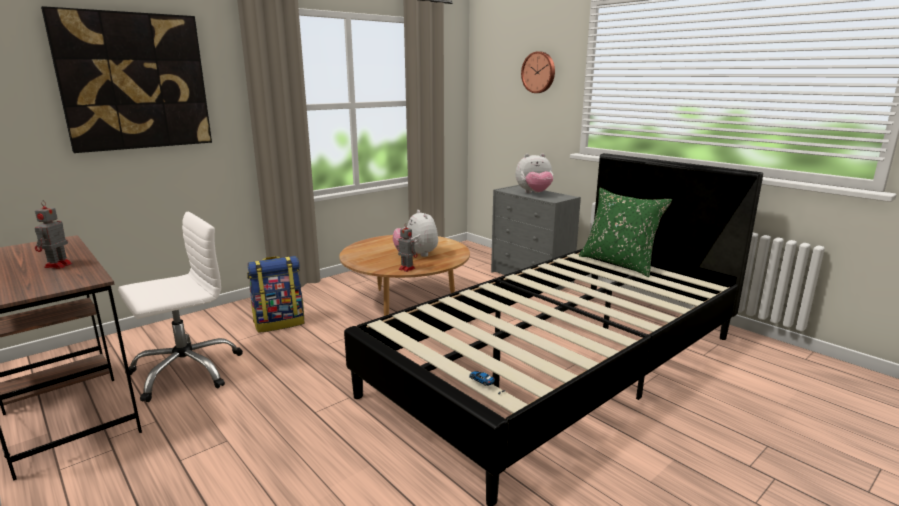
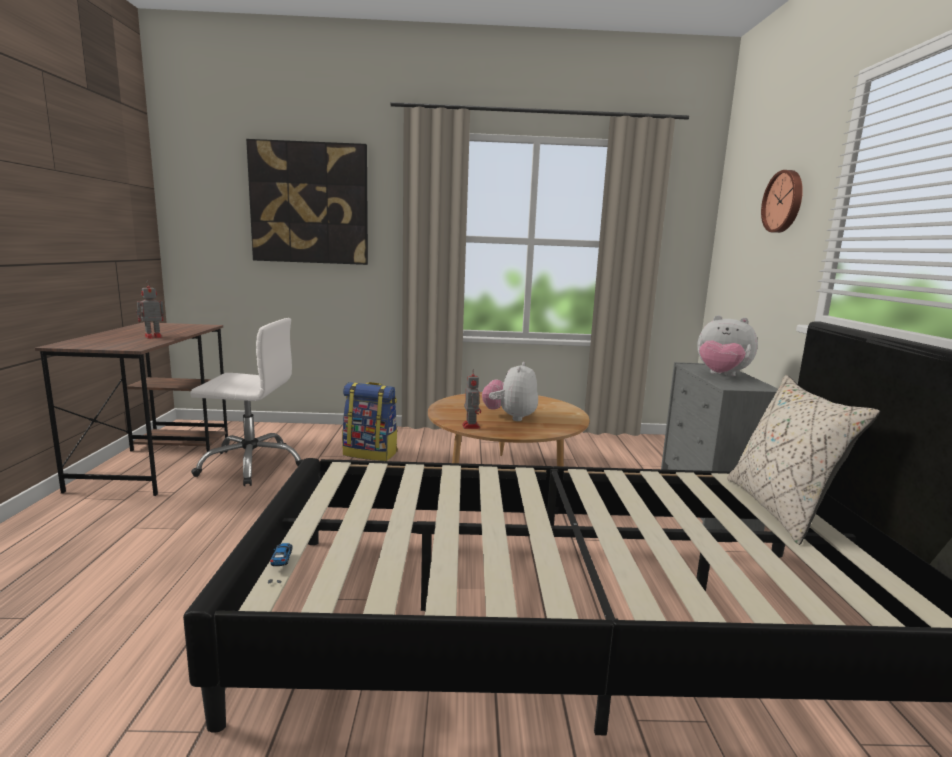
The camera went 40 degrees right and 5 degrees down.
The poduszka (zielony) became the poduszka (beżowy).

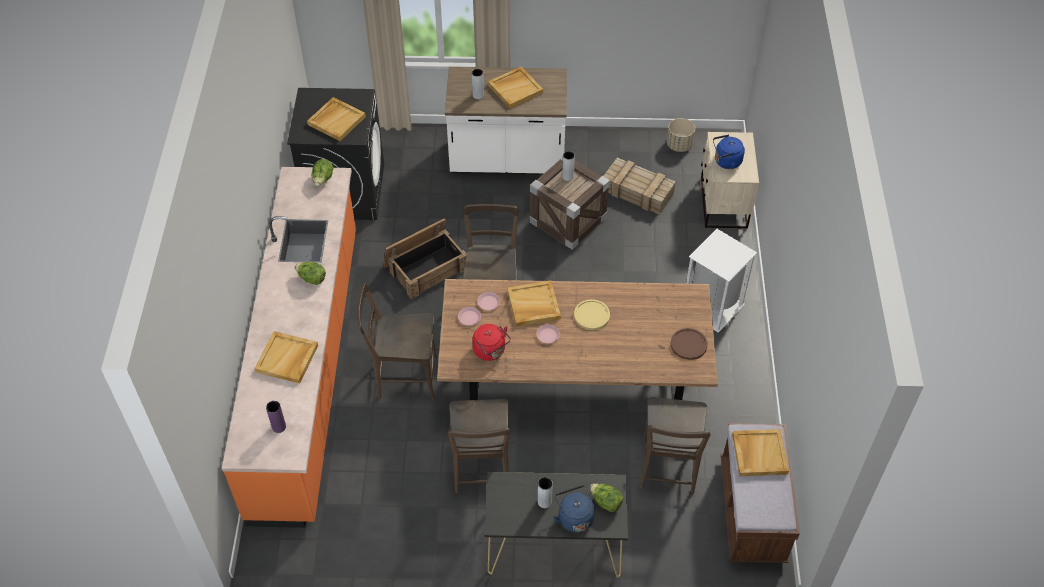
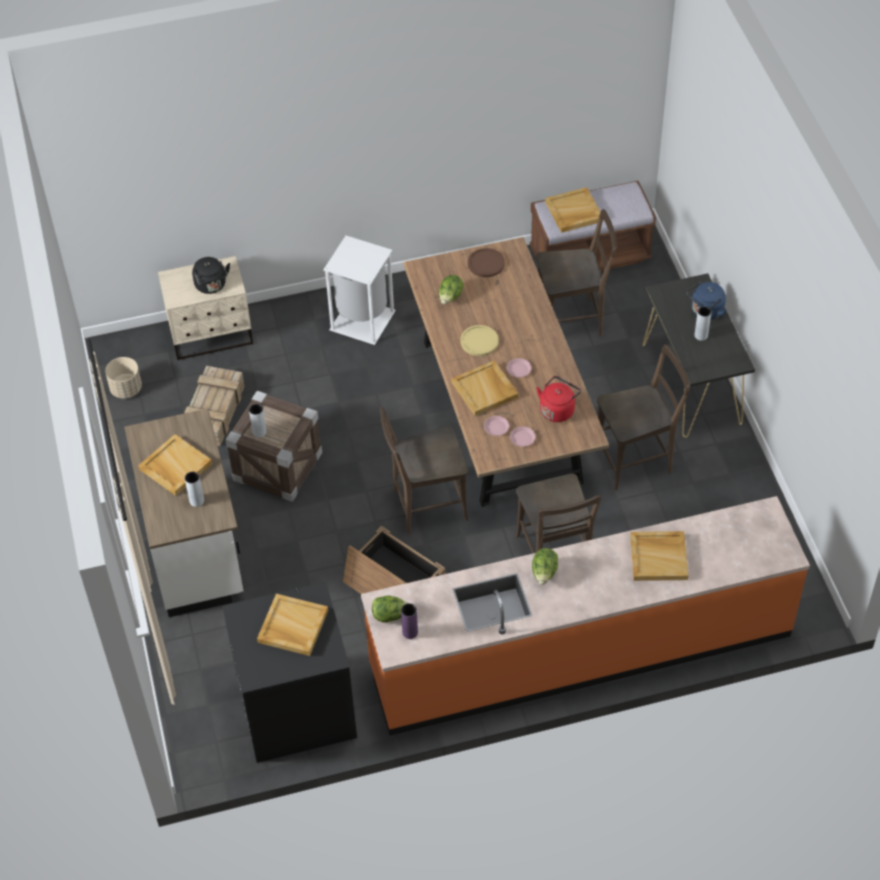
The camera went 105 degrees left and 0 degrees up.
The czajnik (niebieski) (2nd from left) became the czajnik (czarny).
The wazon (fioletowy) moved.
The sałata (3rd from left in the first image) moved.

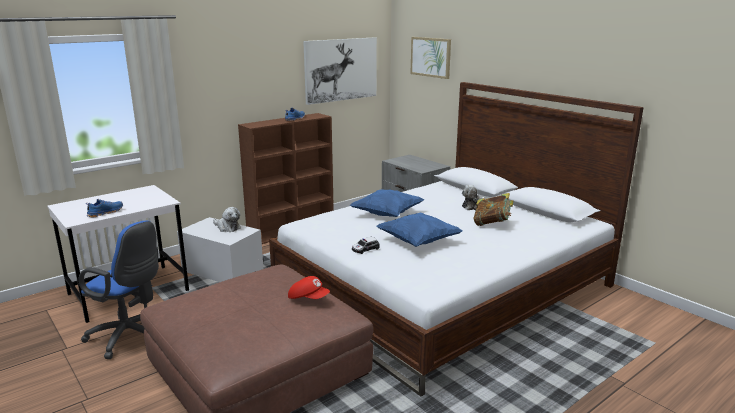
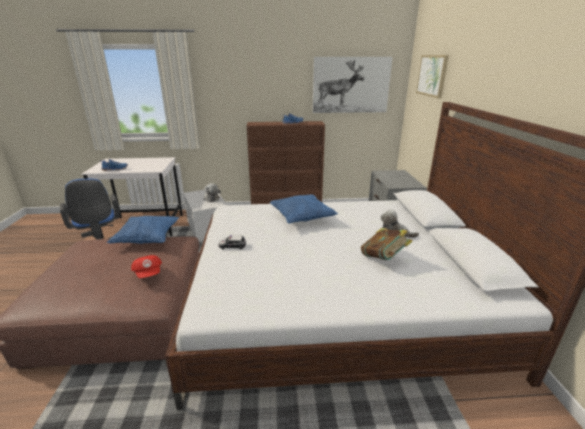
The camera went 35 degrees right and 5 degrees up.
The poduszka (niebieski) (2nd from left in the first image) moved.

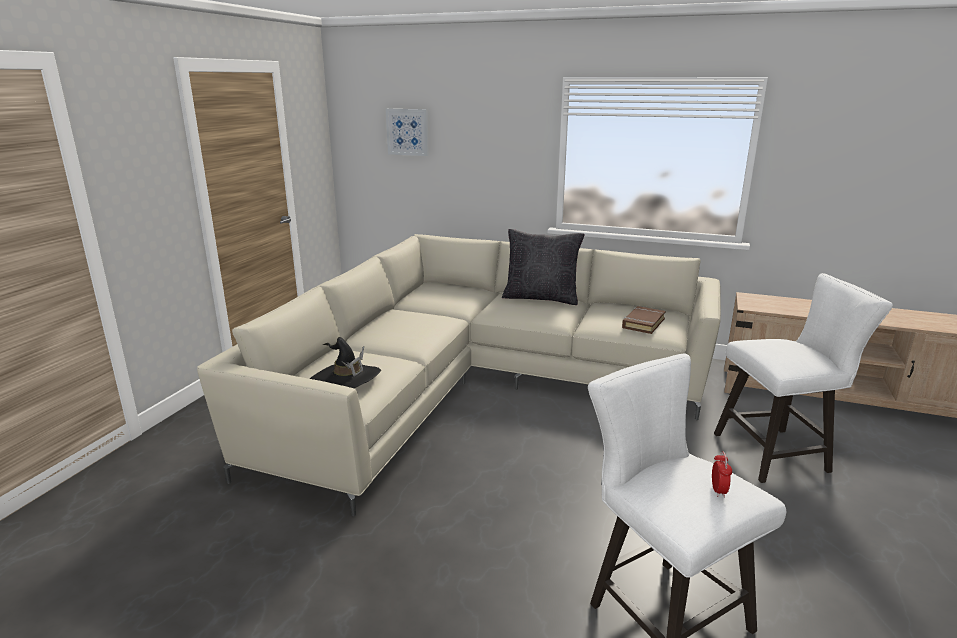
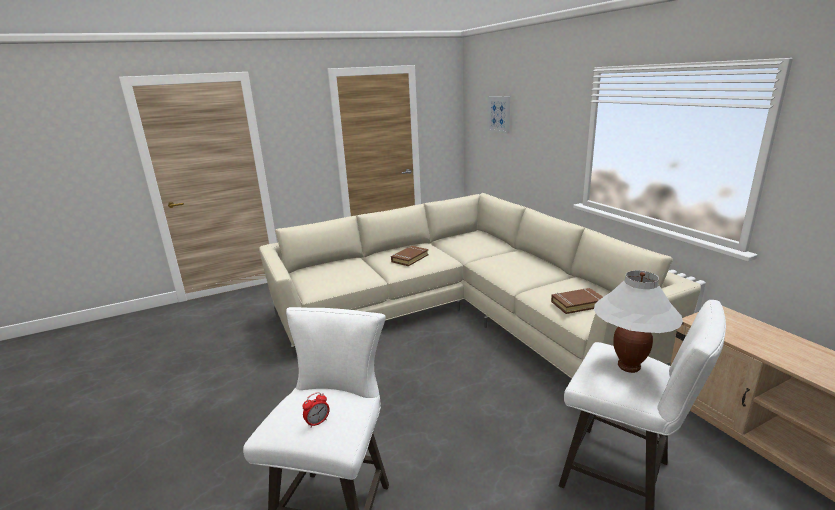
The camera went 45 degrees right and 0 degrees up.
The poduszka (czarny) disappeared.
The kapelusz (czarny) disappeared.
The książka (brązowy) (1st from left) appeared.
The lampa stołowa (biały) appeared.

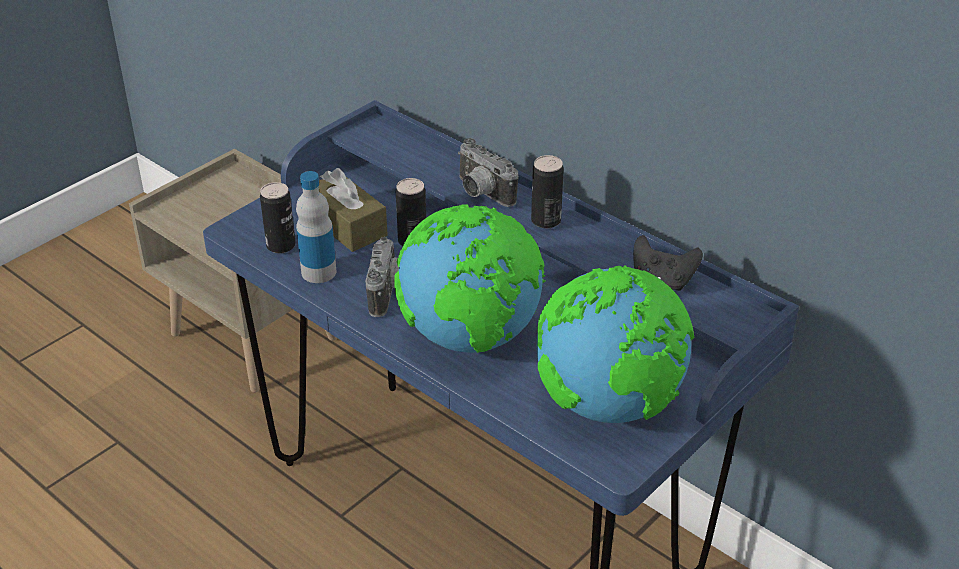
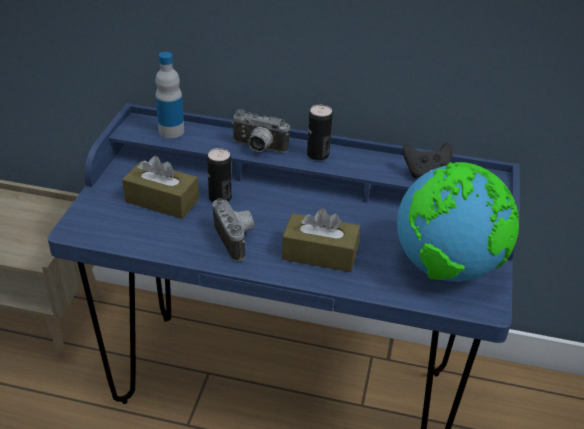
The camera went 30 degrees left and 0 degrees up.
The butelka moved.
The puszka (1st from left) disappeared.
The globus (1st from left) was replaced by the pudełko chusteczek (brązowy) (2nd from left).

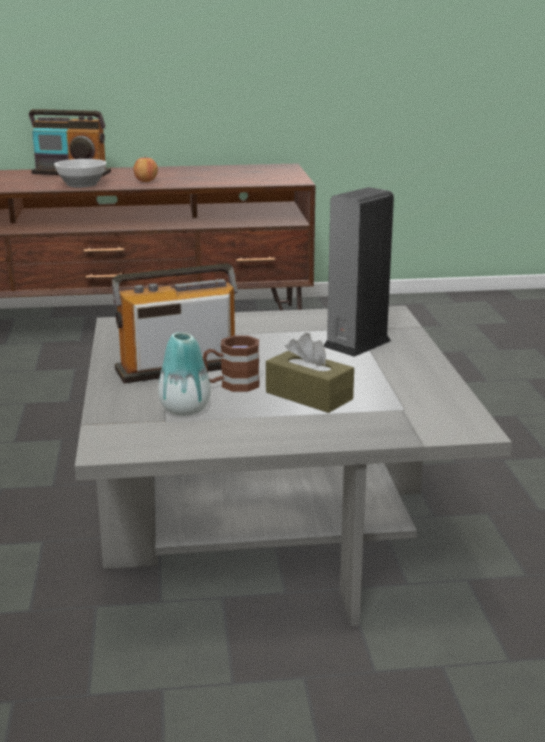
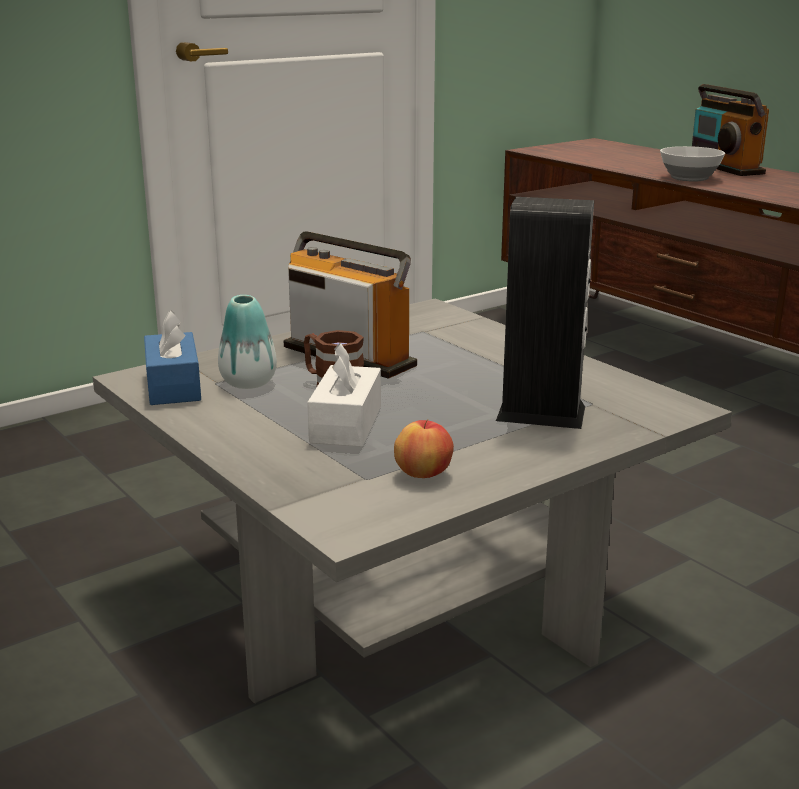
The camera went 60 degrees right and 0 degrees up.
The jabłko moved.
The pudełko chusteczek (brązowy) became the pudełko chusteczek (biały).
The pudełko chusteczek (niebieski) appeared.

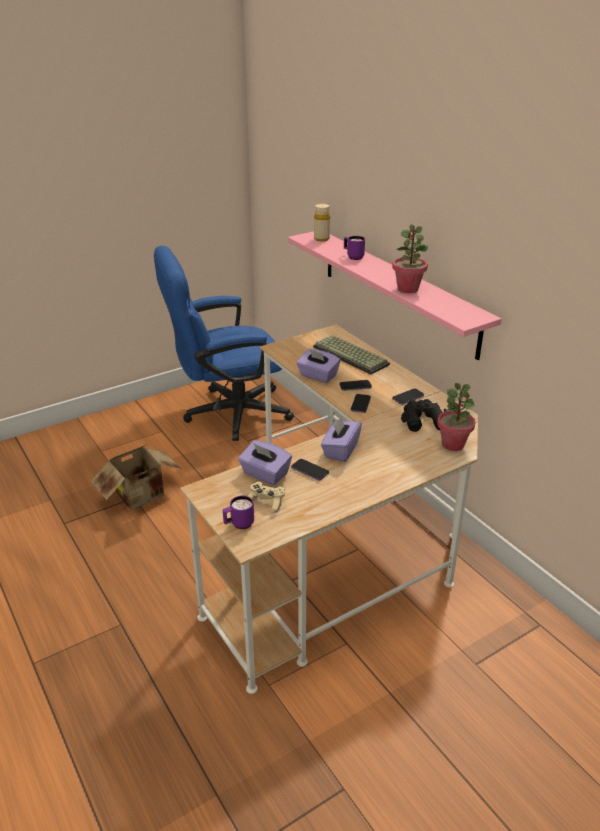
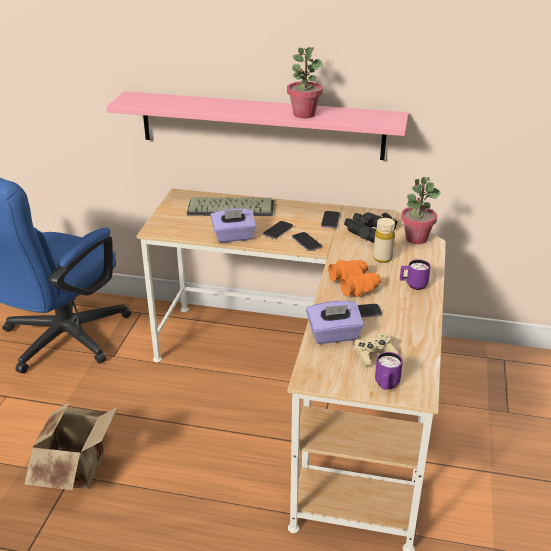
The camera went 45 degrees left and 0 degrees up.
The butelka (beżowy) moved.
The kubek (fioletowy) (2nd from left) moved.
The pudełko chusteczek (fioletowy) (3rd from left) was replaced by the lornetka (pomarańczowy).

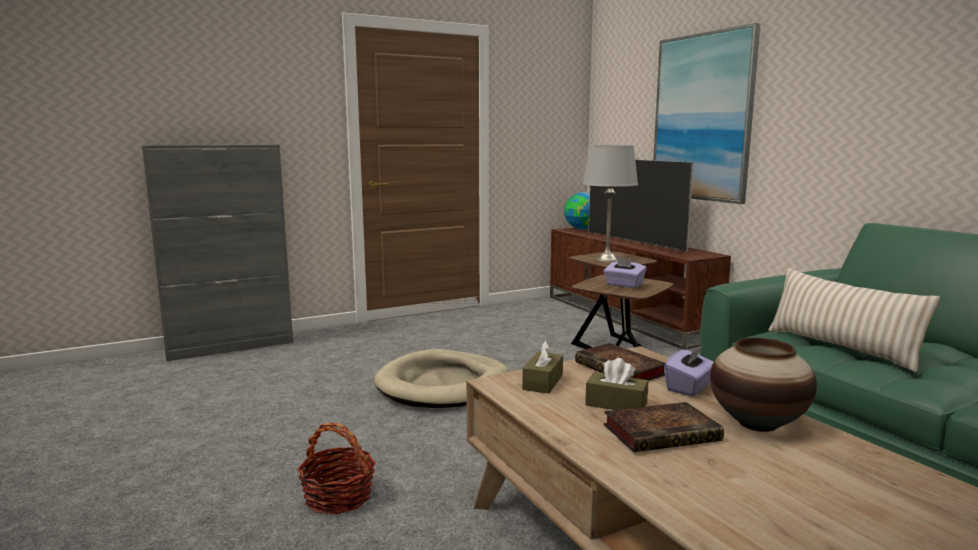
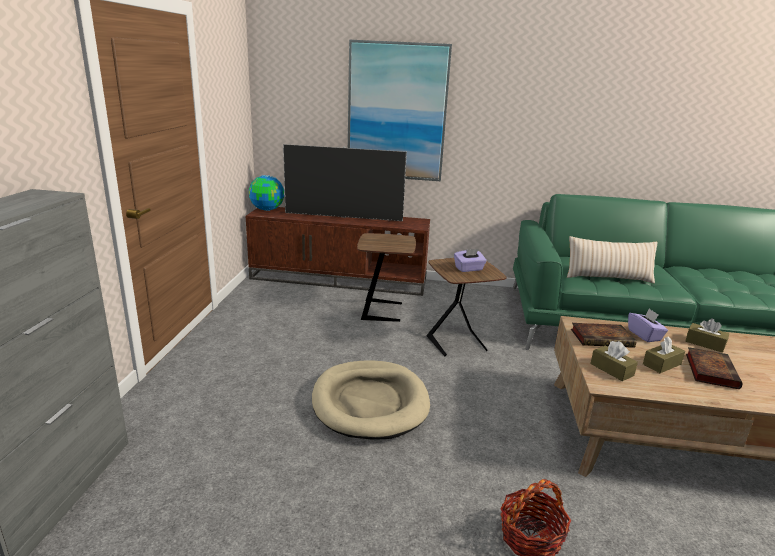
The camera went 55 degrees left and 10 degrees up.
The lampa stołowa (szary) disappeared.
The wazon was replaced by the pudełko chusteczek (brązowy) (3rd from left).

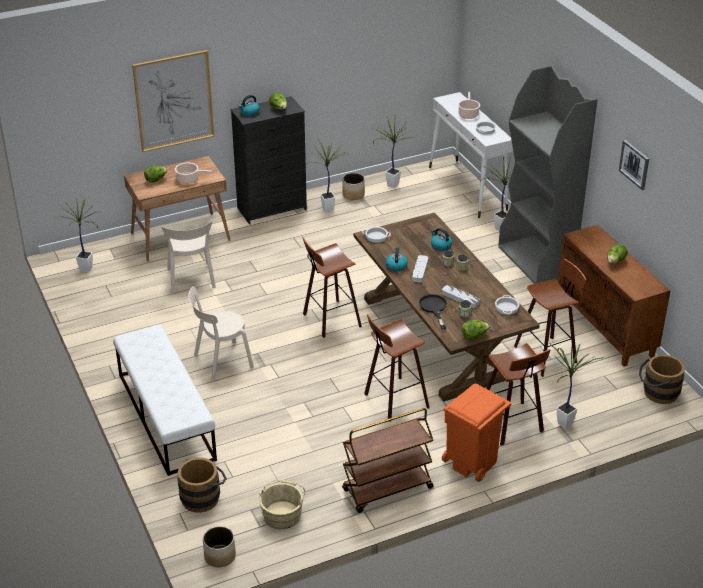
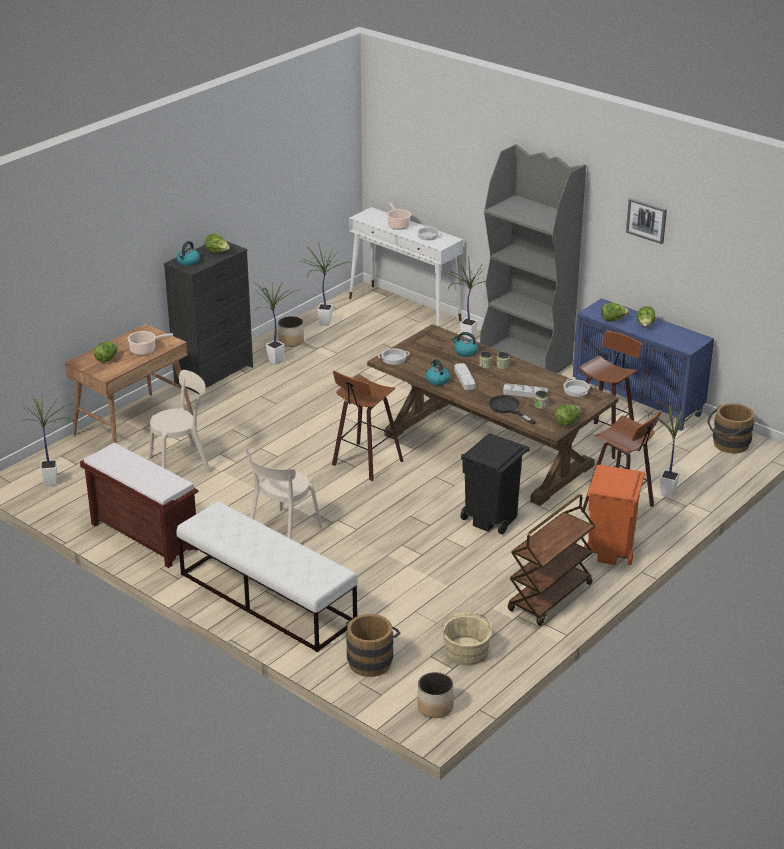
The camera went 25 degrees left and 5 degrees down.
The obraz (1st from left) disappeared.
The krzesło (beżowy) (1st from left) turned 75 degrees counterclockwise.
The szafka (brązowy) became the szafka (niebieski).
The stołek (2nd from left) was replaced by the kosz na śmieci (czarny).
The sałata (4th from left) appeared.
The ławka (brązowy) appeared.

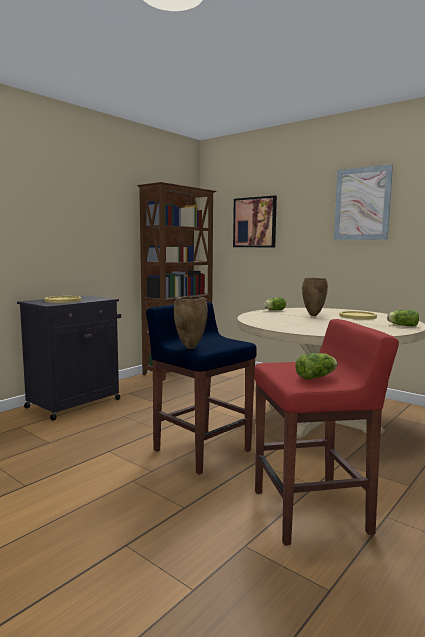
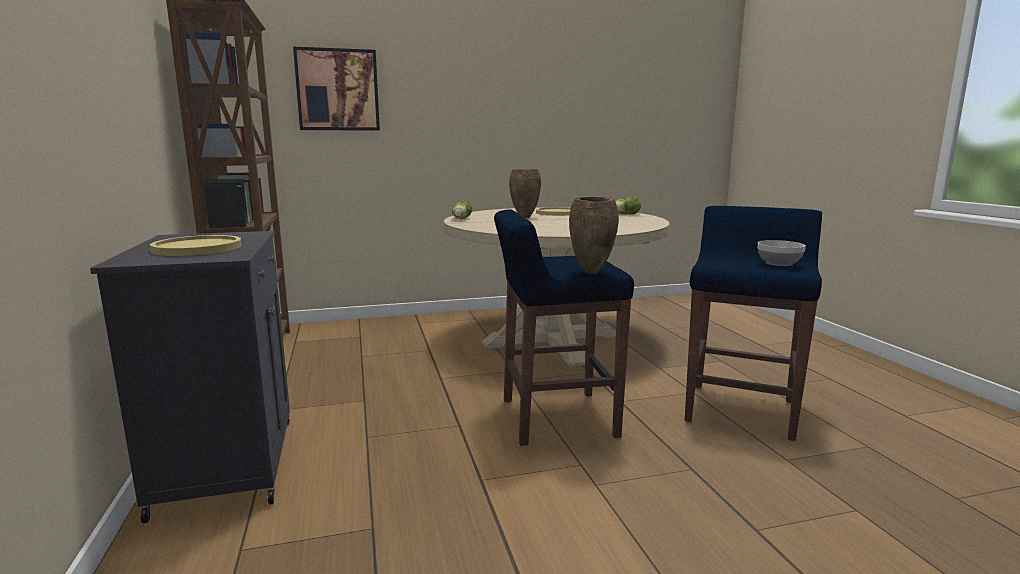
The camera went 55 degrees left and 5 degrees up.
The obraz (2nd from left) disappeared.
The stołek (czerwony) became the stołek (niebieski) (2nd from left).
The sałata (2nd from left) was replaced by the miska.

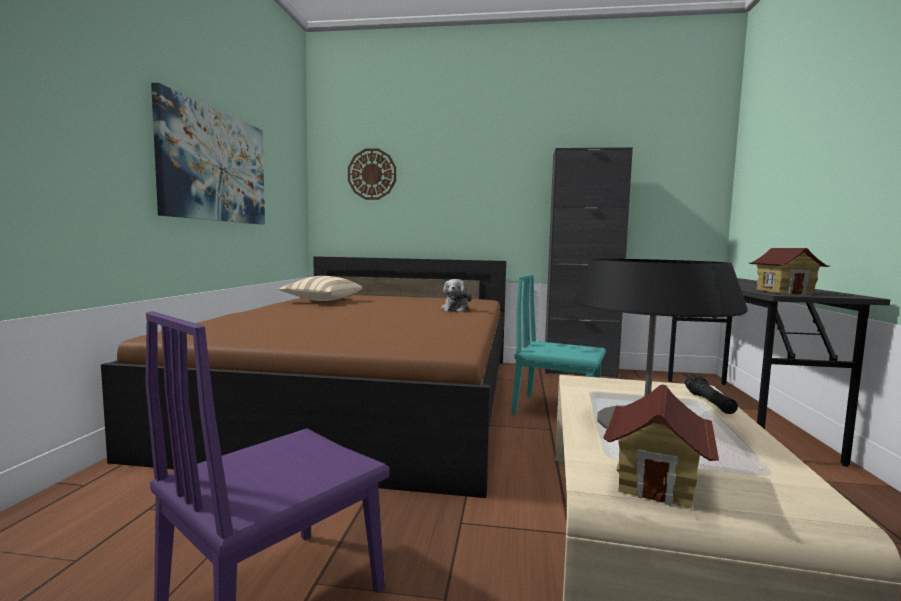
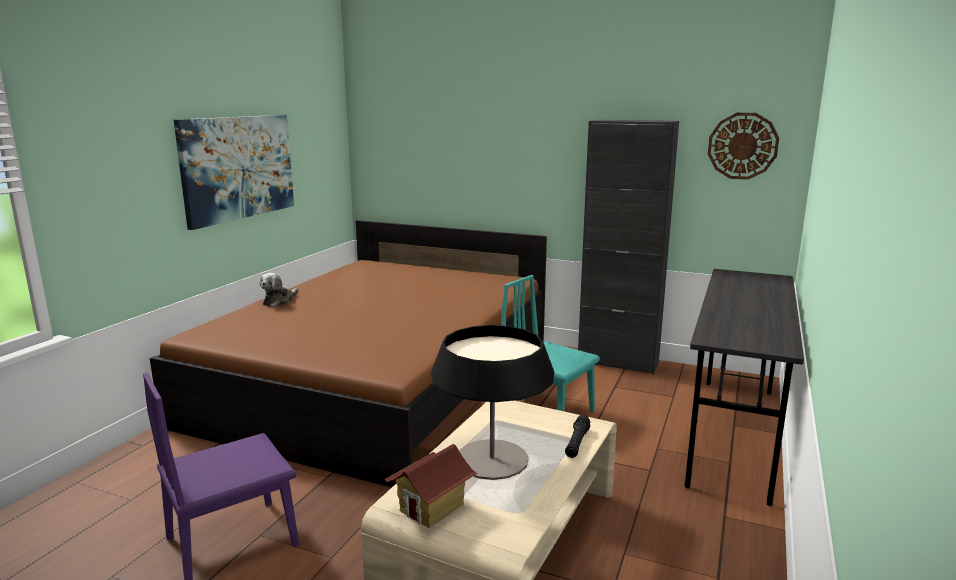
The camera went 15 degrees right and 10 degrees up.
The zegar ścienny moved.
The domek (2nd from left) disappeared.
The poduszka (beżowy) disappeared.
The pluszak moved.

